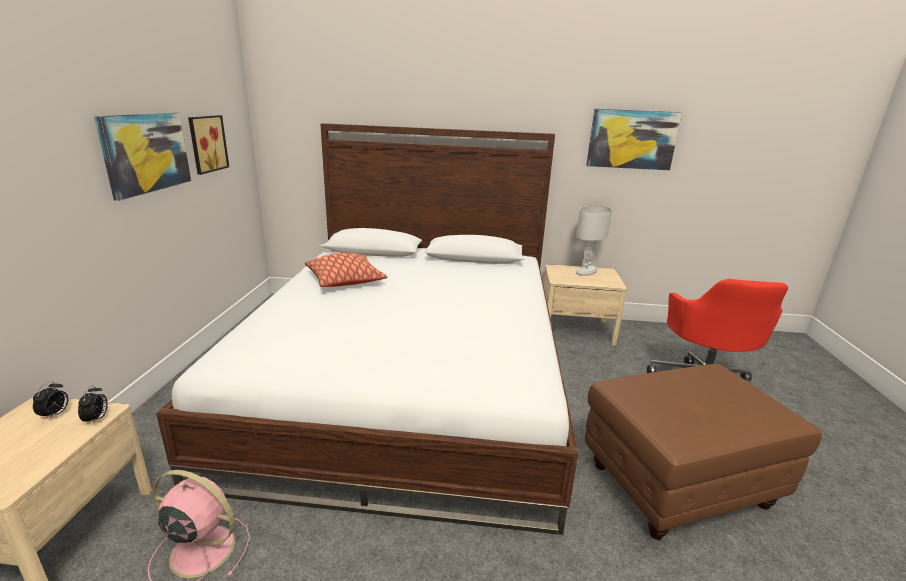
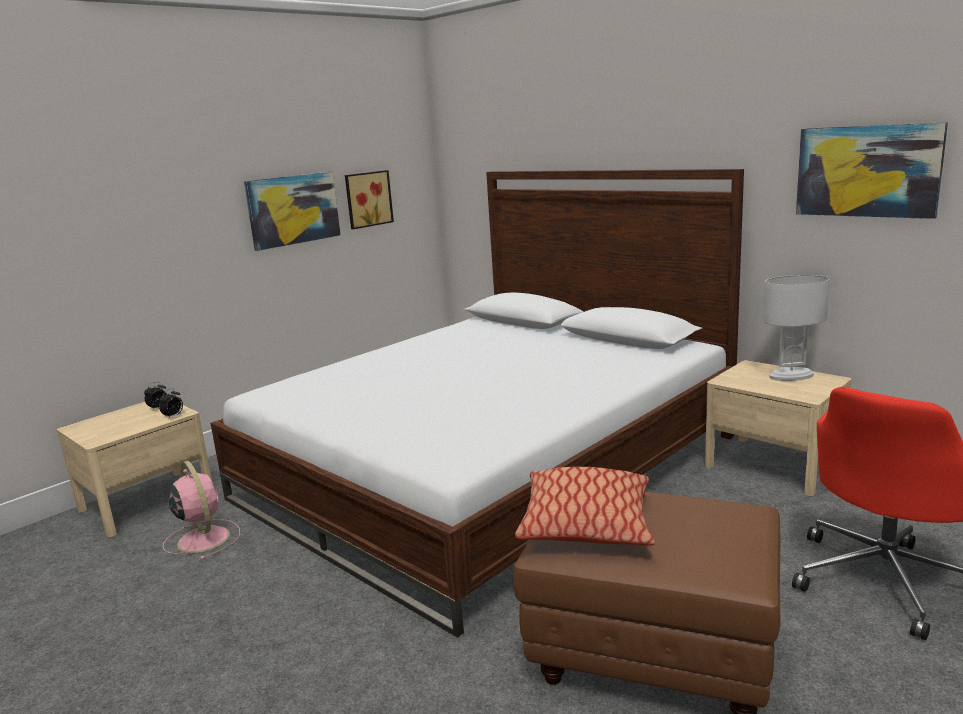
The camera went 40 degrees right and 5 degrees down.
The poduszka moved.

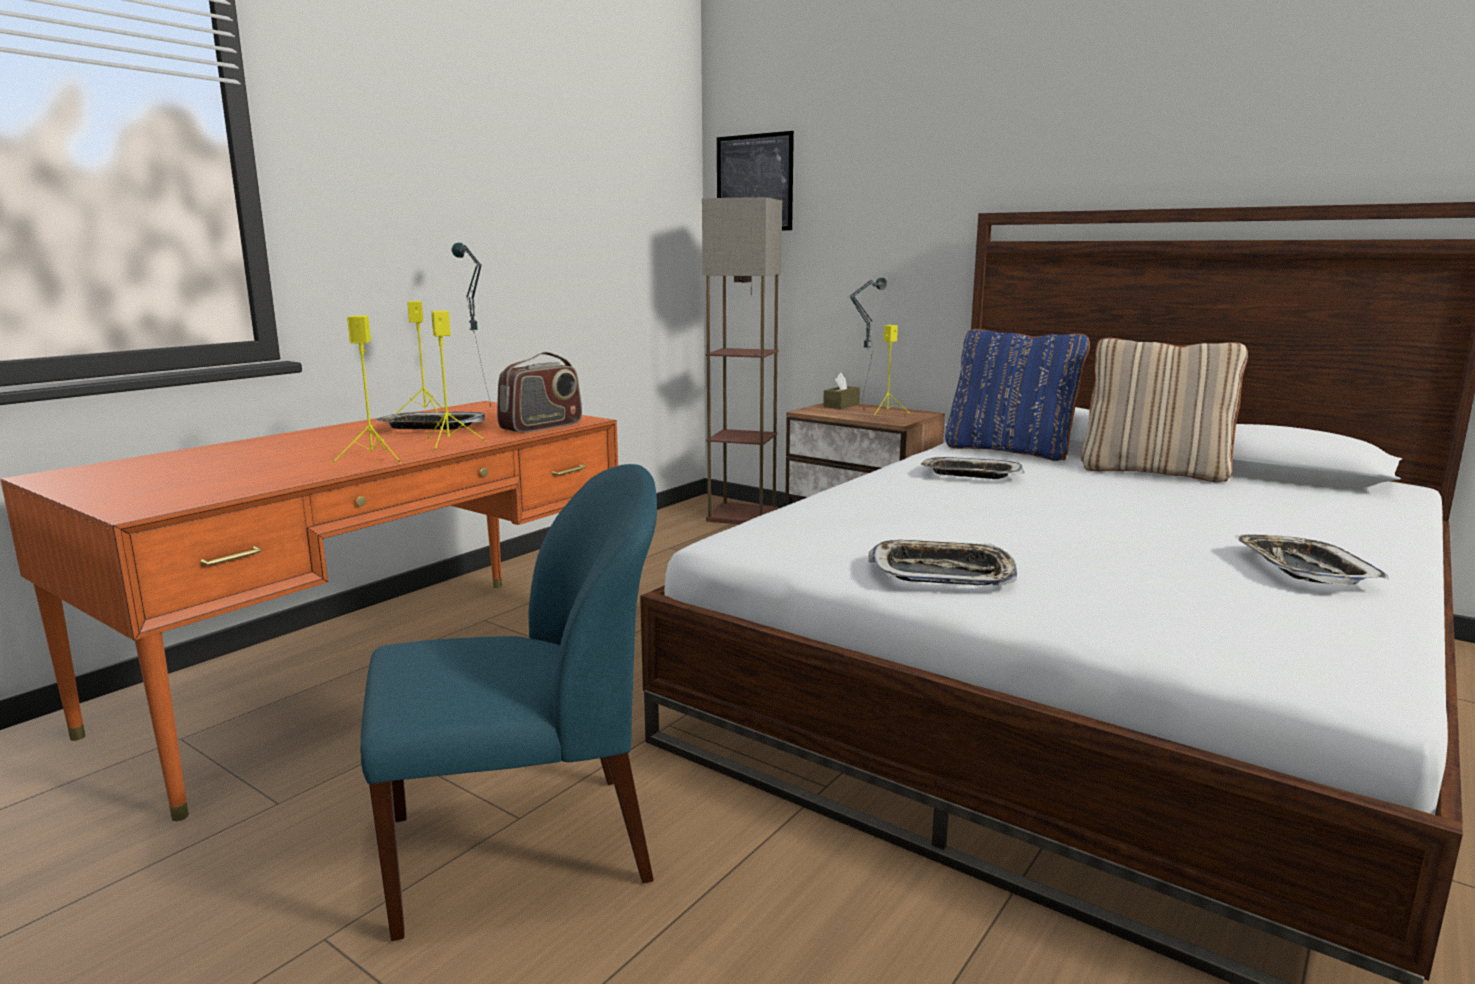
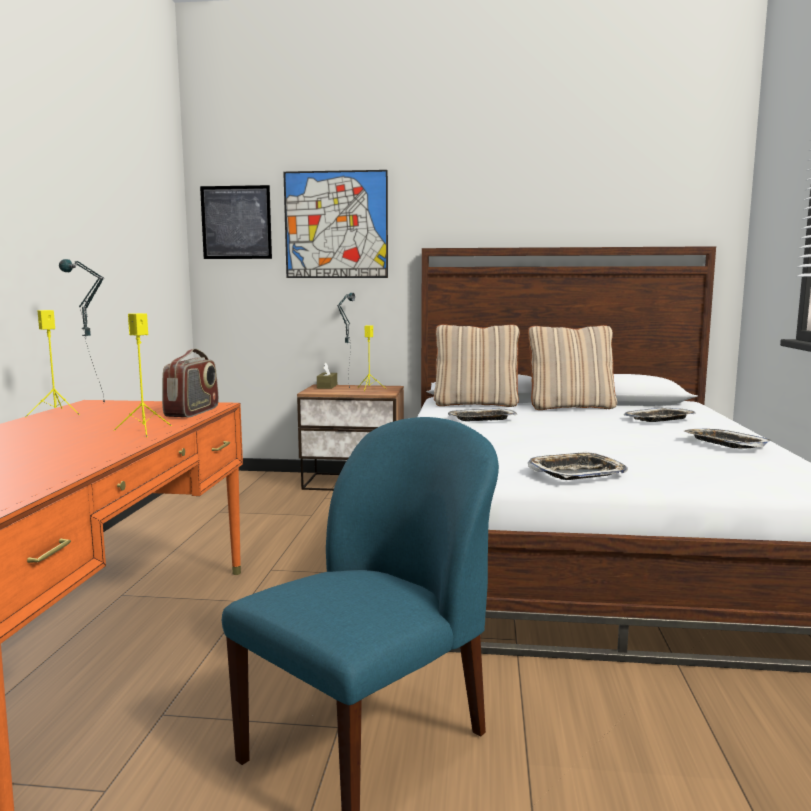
The camera went 30 degrees left and 5 degrees down.
The lampa stojąca disappeared.
The głośnik (żółty) (1st from left) disappeared.
The poduszka (niebieski) became the poduszka (beżowy) (1st from left).
The taca (1st from left in the first image) moved.
The obraz (2nd from left) appeared.

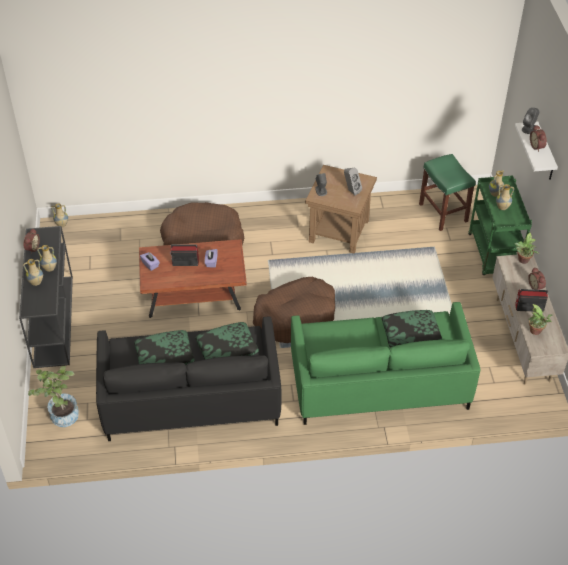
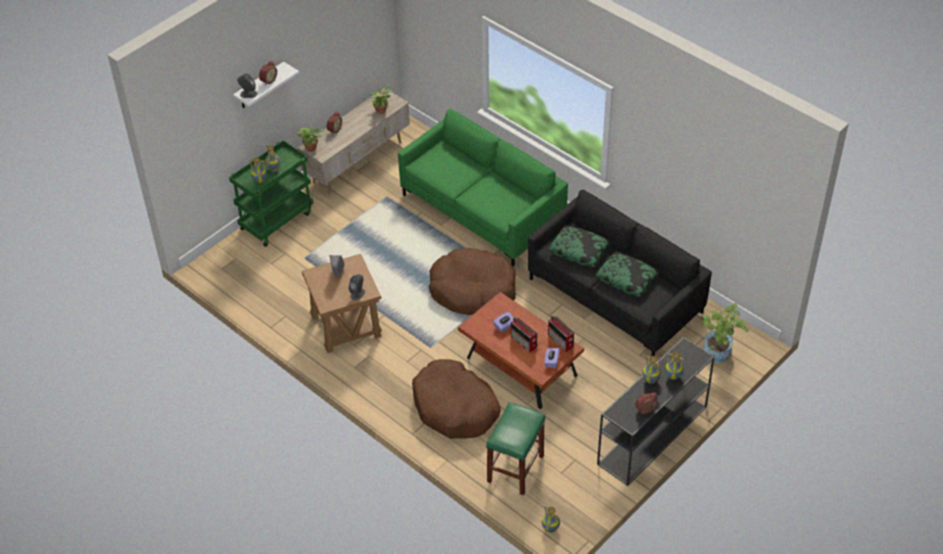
The camera went 130 degrees left and 0 degrees up.
The stołek (zielony) moved.
The radio (2nd from left) moved.
The poduszka (3rd from left) disappeared.

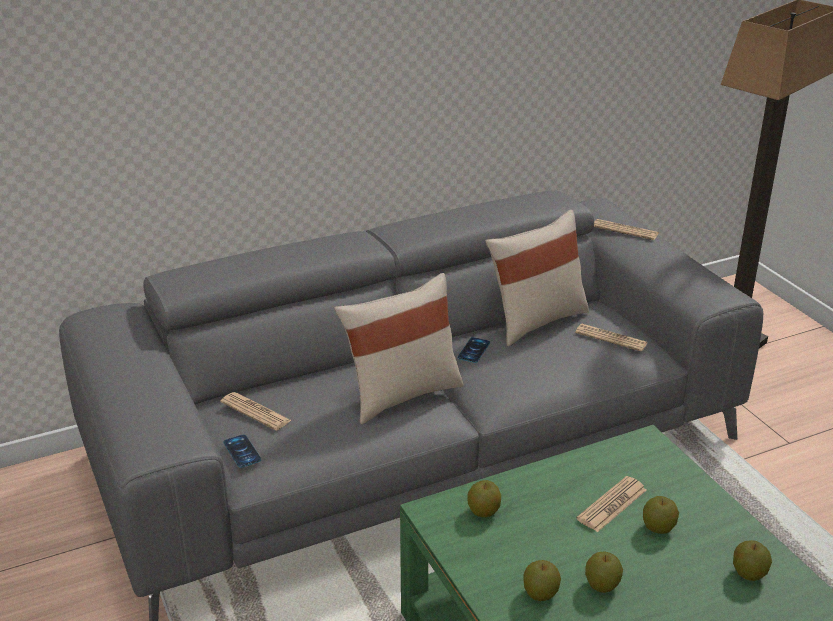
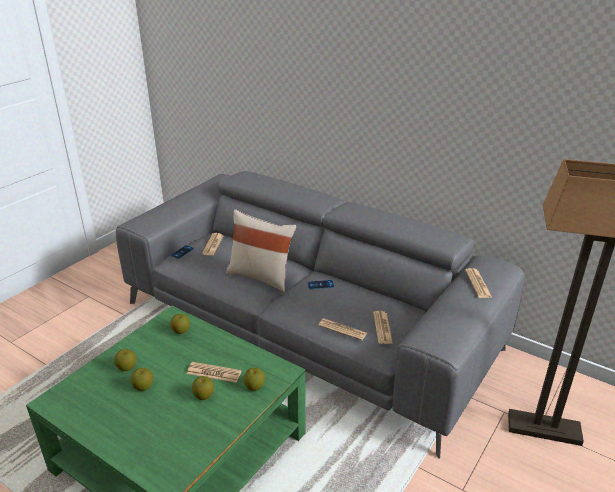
The camera went 60 degrees right and 0 degrees up.
The poduszka (beżowy) (2nd from left) disappeared.
The jabłko (5th from left) moved.
The gazeta (3rd from left) appeared.

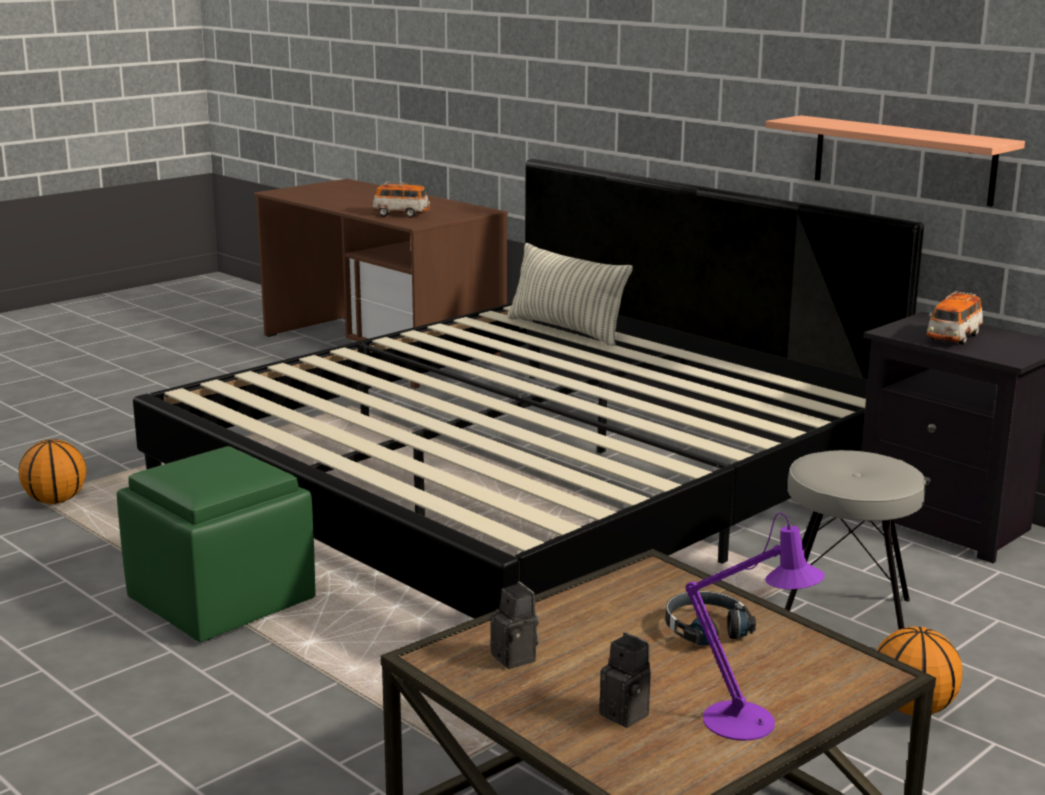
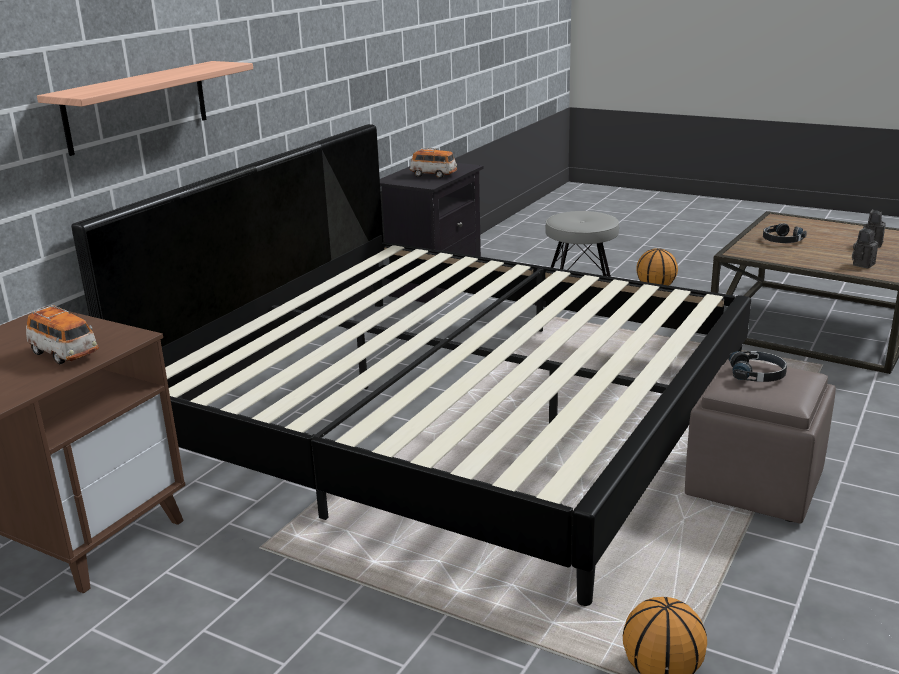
The camera went 105 degrees left and 5 degrees up.
The półka moved.
The samochodzik (1st from left) turned 135 degrees clockwise.
The poduszka disappeared.
The pufa (zielony) became the pufa (brązowy).
The lampa stołowa (fioletowy) disappeared.
The słuchawki (czarny) (1st from left) appeared.

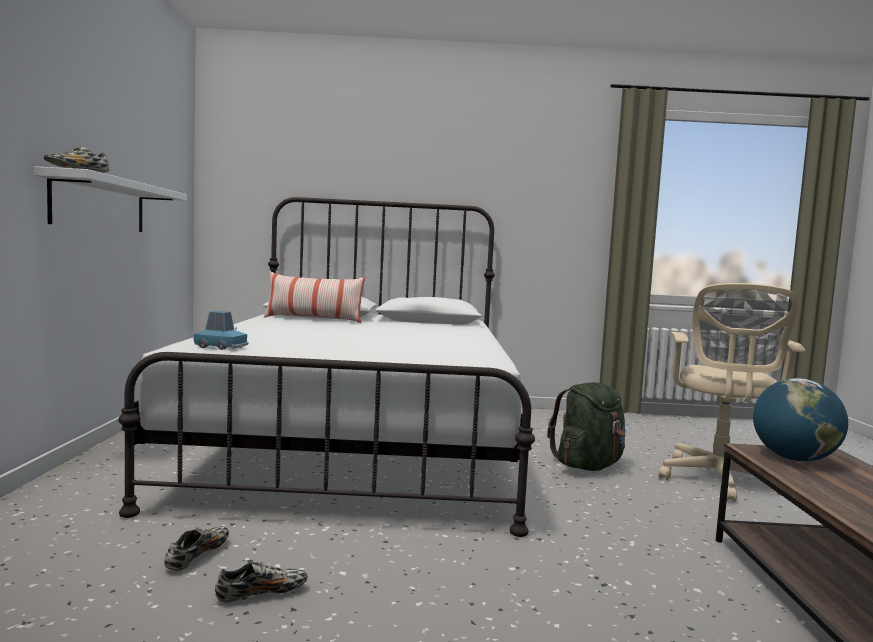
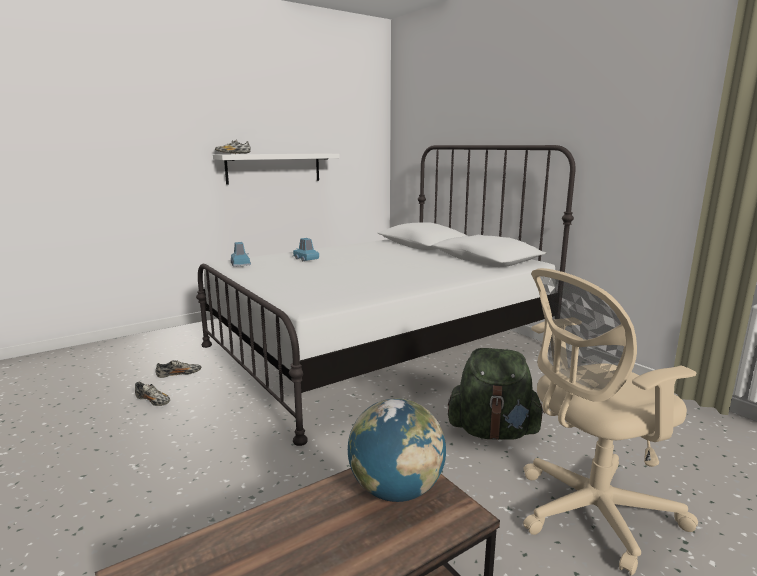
The camera went 55 degrees right and 10 degrees up.
The poduszka disappeared.
The samochodzik (niebieski) (2nd from left) appeared.

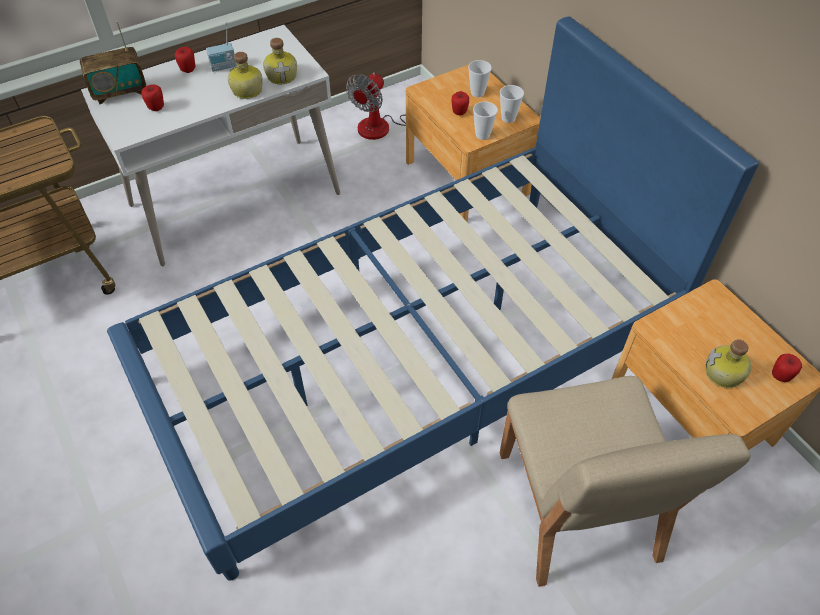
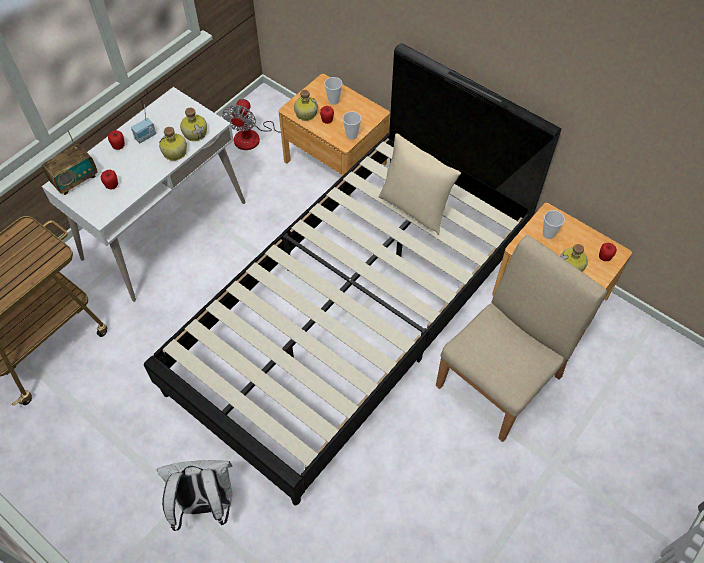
The camera went 20 degrees left and 5 degrees up.
The łóżko (niebieski) became the łóżko (czarny).
The filiżanka (3rd from left) moved.
The krzesło (beżowy) turned 105 degrees counterclockwise.
The butelka (3rd from left) appeared.
The poduszka (beżowy) appeared.
The plecak (biały) appeared.

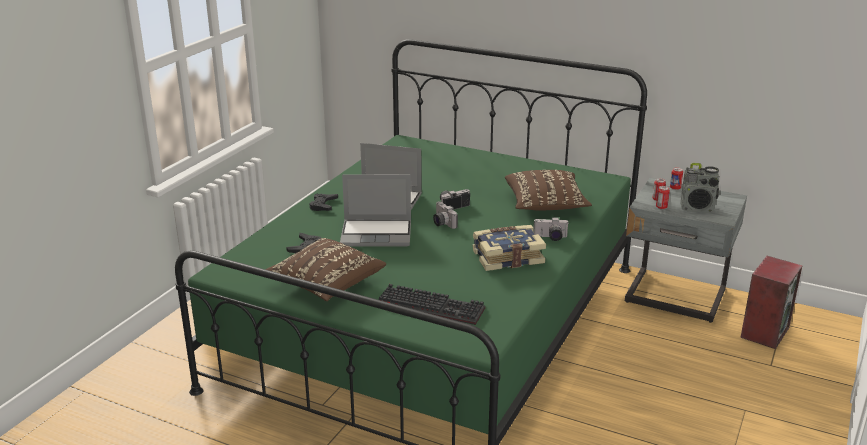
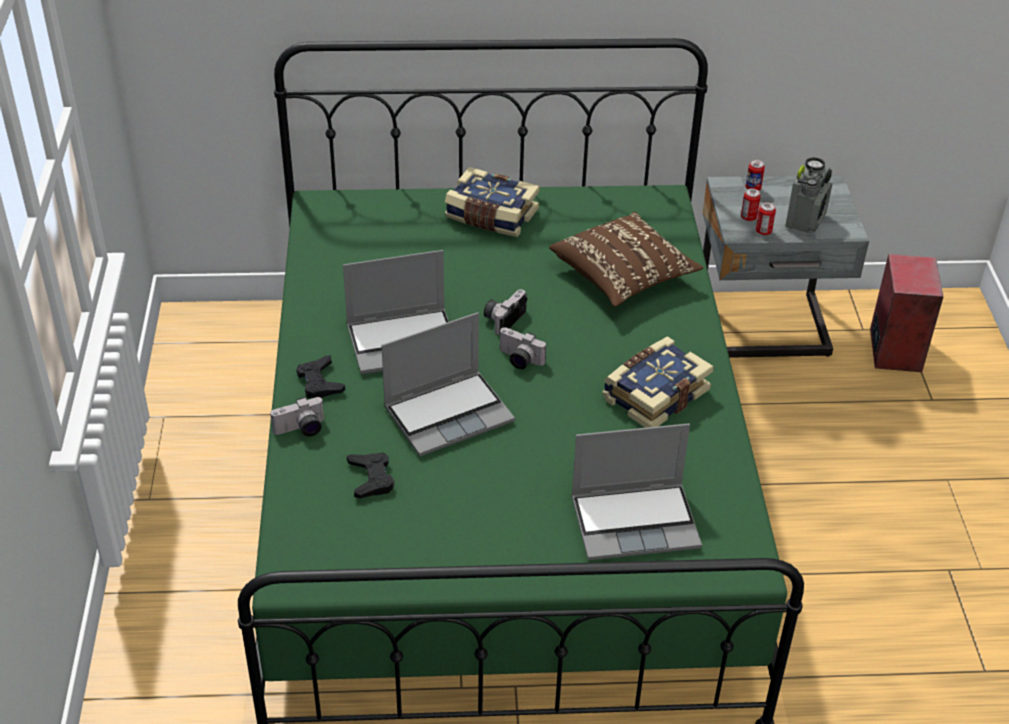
The camera went 30 degrees left and 15 degrees up.
The radio turned 45 degrees counterclockwise.
The aparat fotograficzny (3rd from left in the first image) moved.
The poduszka (brązowy) (1st from left) disappeared.
The klawiatura was replaced by the laptop (3rd from left).
The książka (1st from left) appeared.

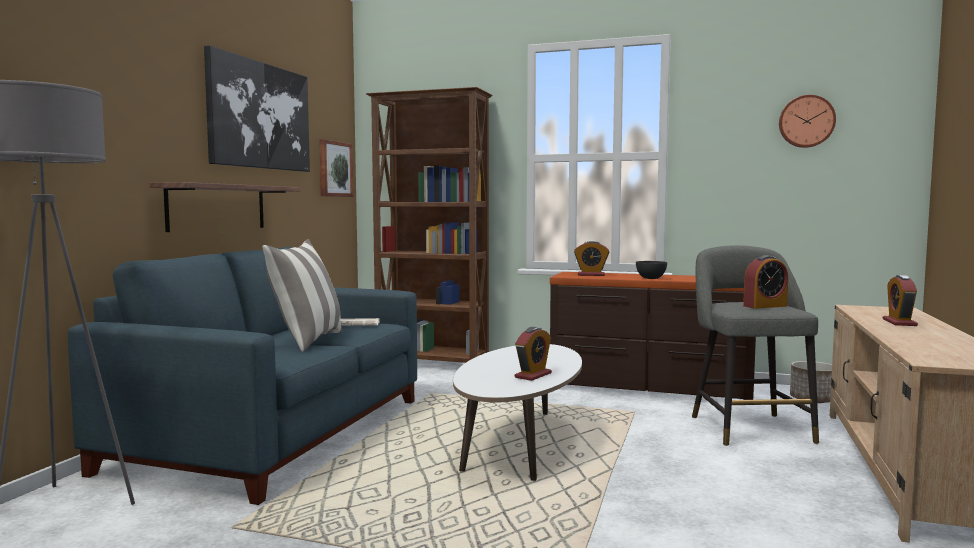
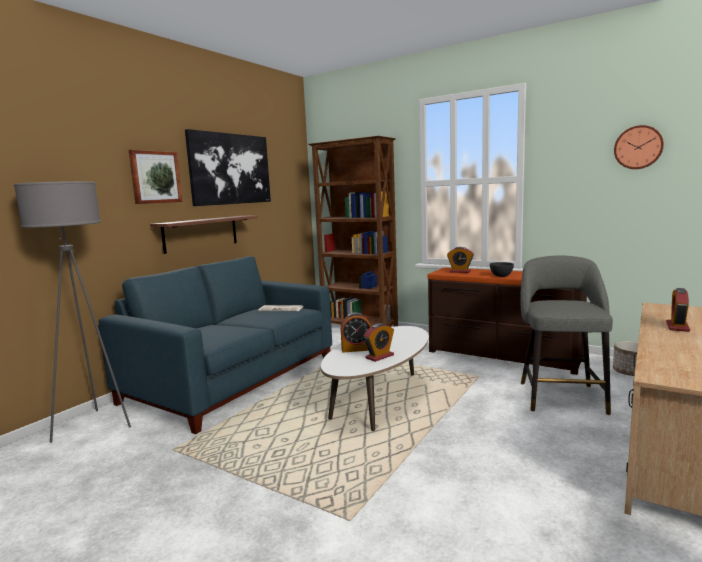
The camera went 15 degrees right and 5 degrees up.
The obraz (2nd from left in the first image) moved.
The poduszka disappeared.
The budzik (3rd from left in the first image) moved.

